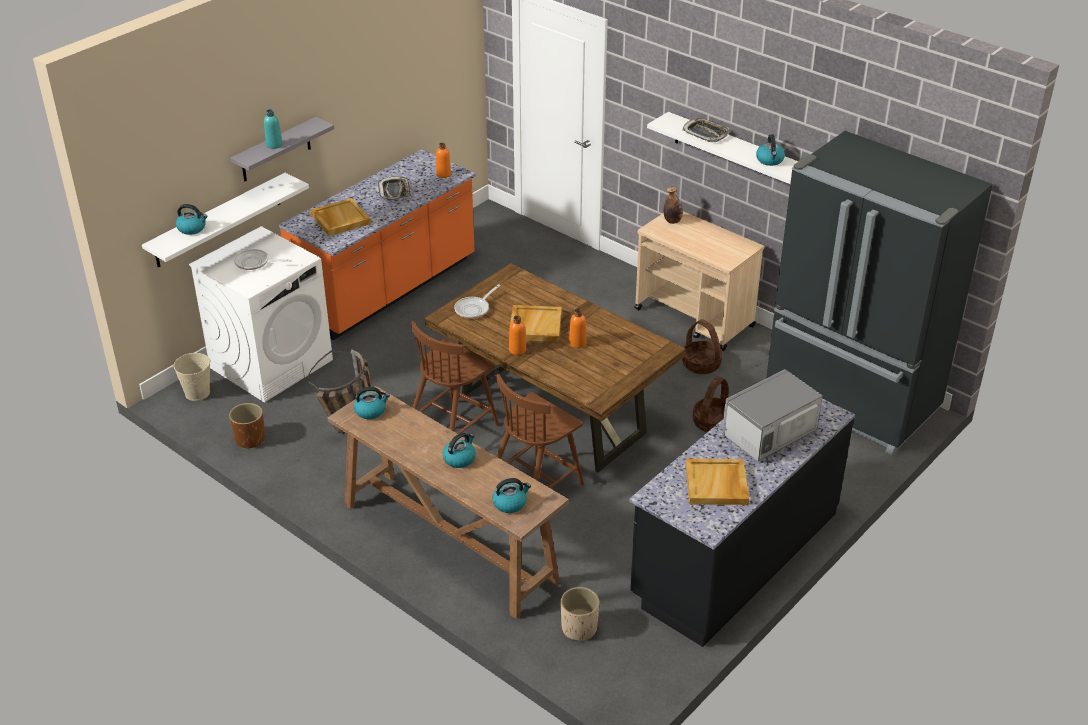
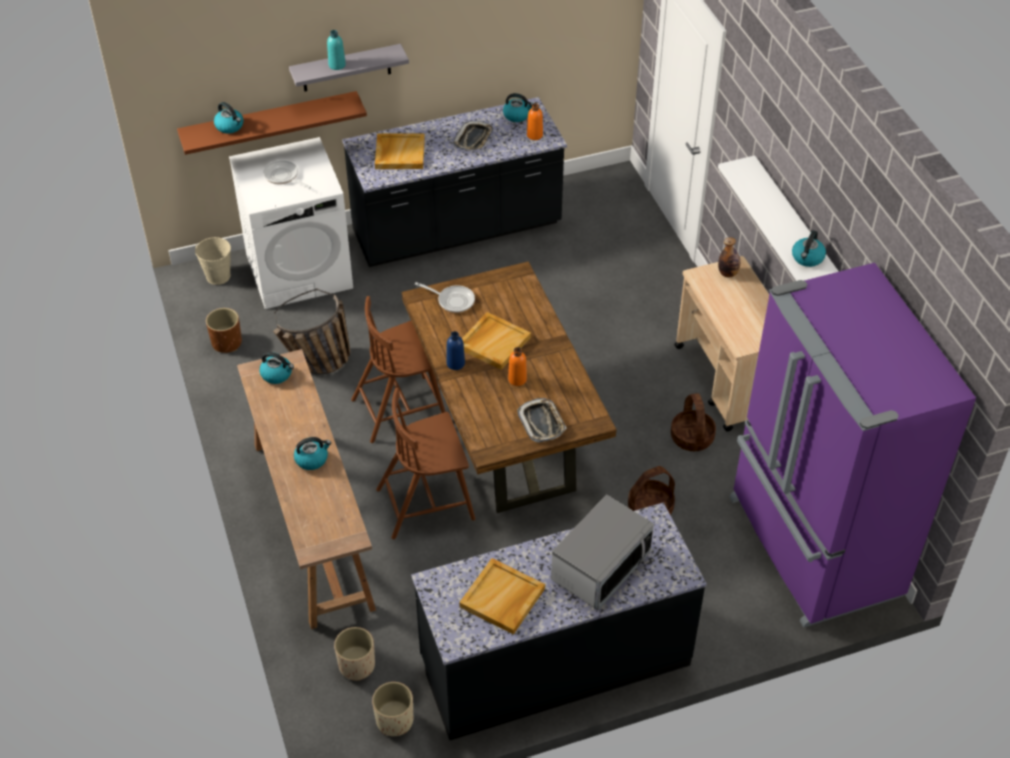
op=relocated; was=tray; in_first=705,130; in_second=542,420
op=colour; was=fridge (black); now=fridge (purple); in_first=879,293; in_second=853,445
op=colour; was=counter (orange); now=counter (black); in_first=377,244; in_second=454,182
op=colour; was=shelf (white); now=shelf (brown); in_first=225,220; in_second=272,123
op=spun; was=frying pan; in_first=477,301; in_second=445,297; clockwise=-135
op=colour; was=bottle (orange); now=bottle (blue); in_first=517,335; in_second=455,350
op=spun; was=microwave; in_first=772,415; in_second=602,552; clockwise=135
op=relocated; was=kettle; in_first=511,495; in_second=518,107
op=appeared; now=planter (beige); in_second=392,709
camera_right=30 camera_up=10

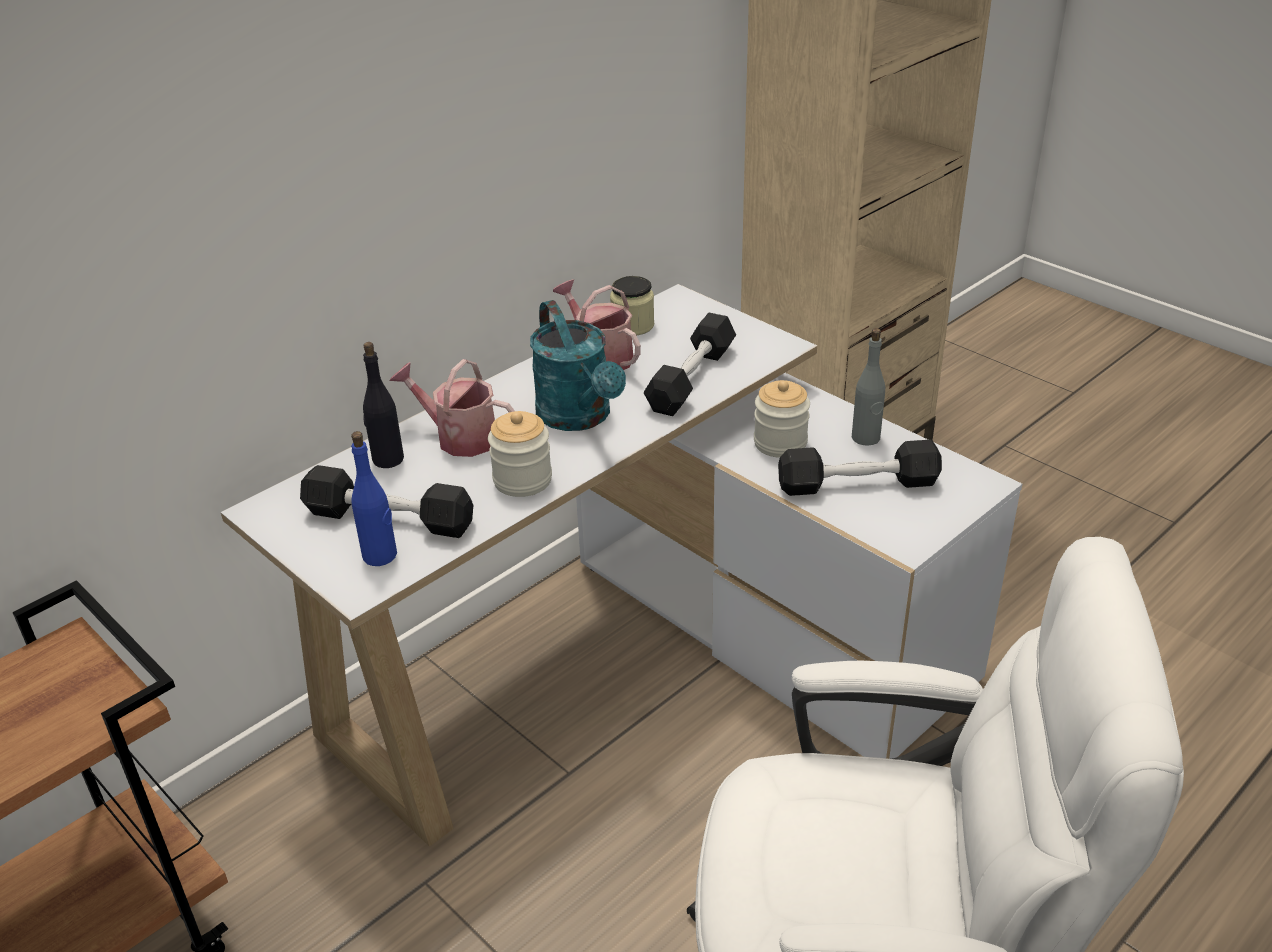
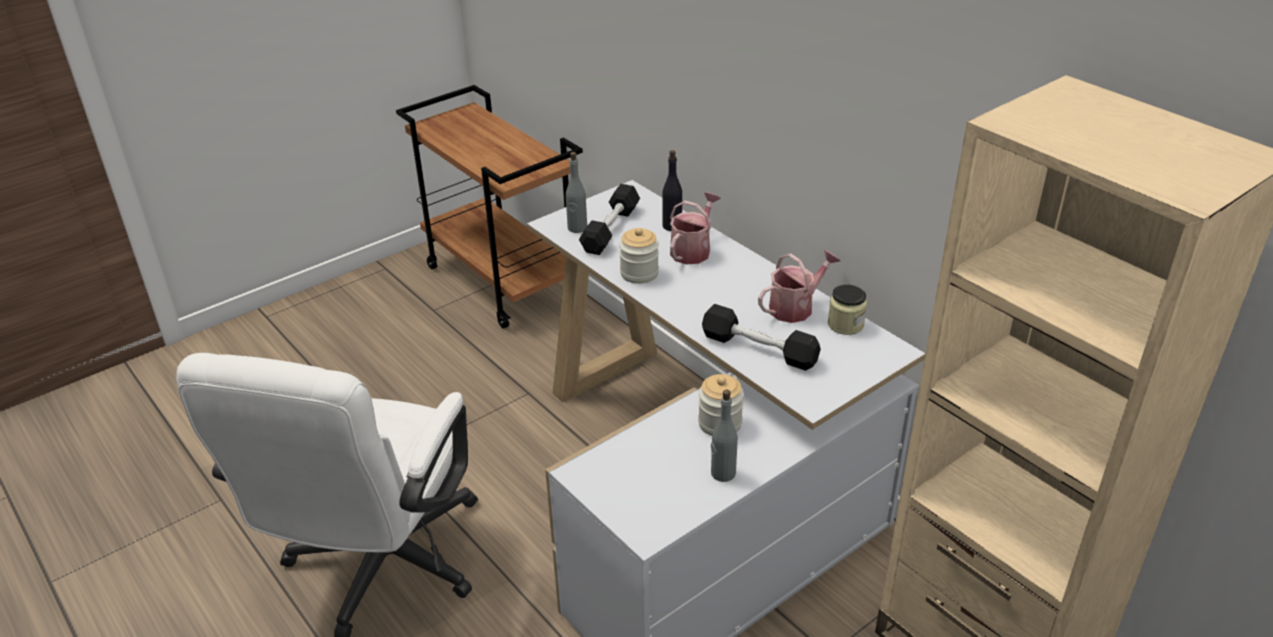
op=missing; was=watering can (turquoise); in_first=578,365
op=colour; was=bottle (blue); now=bottle (grey); in_first=374,498; in_second=576,192
op=missing; was=dumbbell (black); in_first=860,468
camera_right=95 camera_up=0

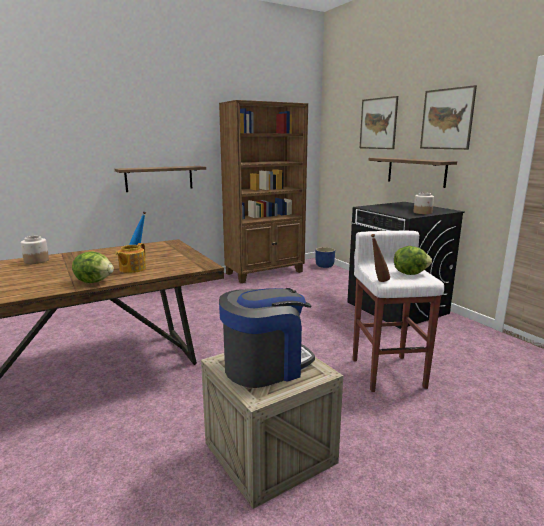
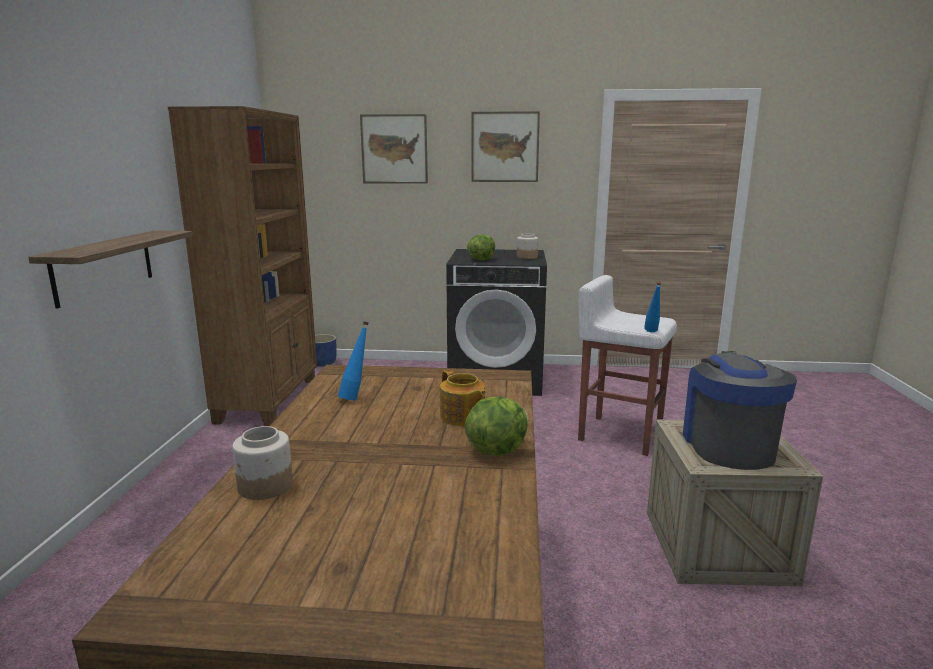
op=missing; was=shelf; in_first=412,172
op=colour; was=bottle (brown); now=bottle (blue); in_first=380,258; in_second=652,306
op=relocated; was=lettuce; in_first=413,260; in_second=481,247
camera_right=-55 camera_up=0

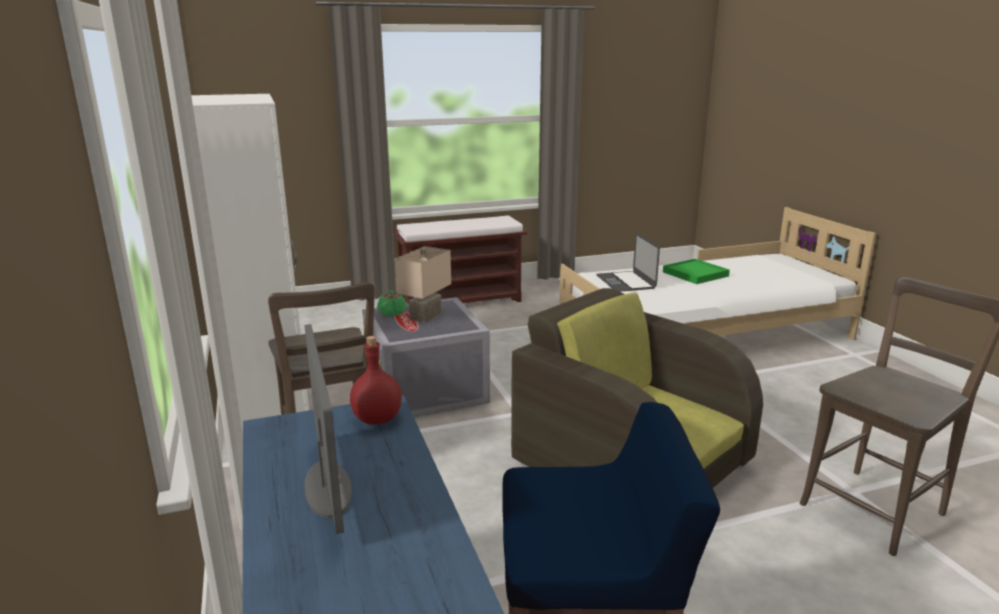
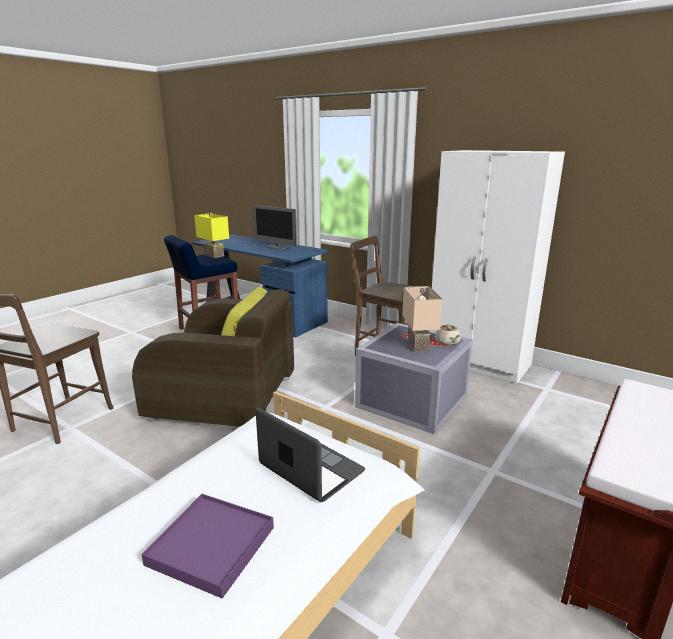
op=colour; was=tray (green); now=tray (purple); in_first=696,271; in_second=207,546
op=colour; was=teapot (green); now=teapot (beige); in_first=392,303; in_second=447,335
op=missing; was=bottle (red); in_first=376,380
op=appeared; now=table lamp (yellow); in_second=211,235
camera_right=145 camera_up=0

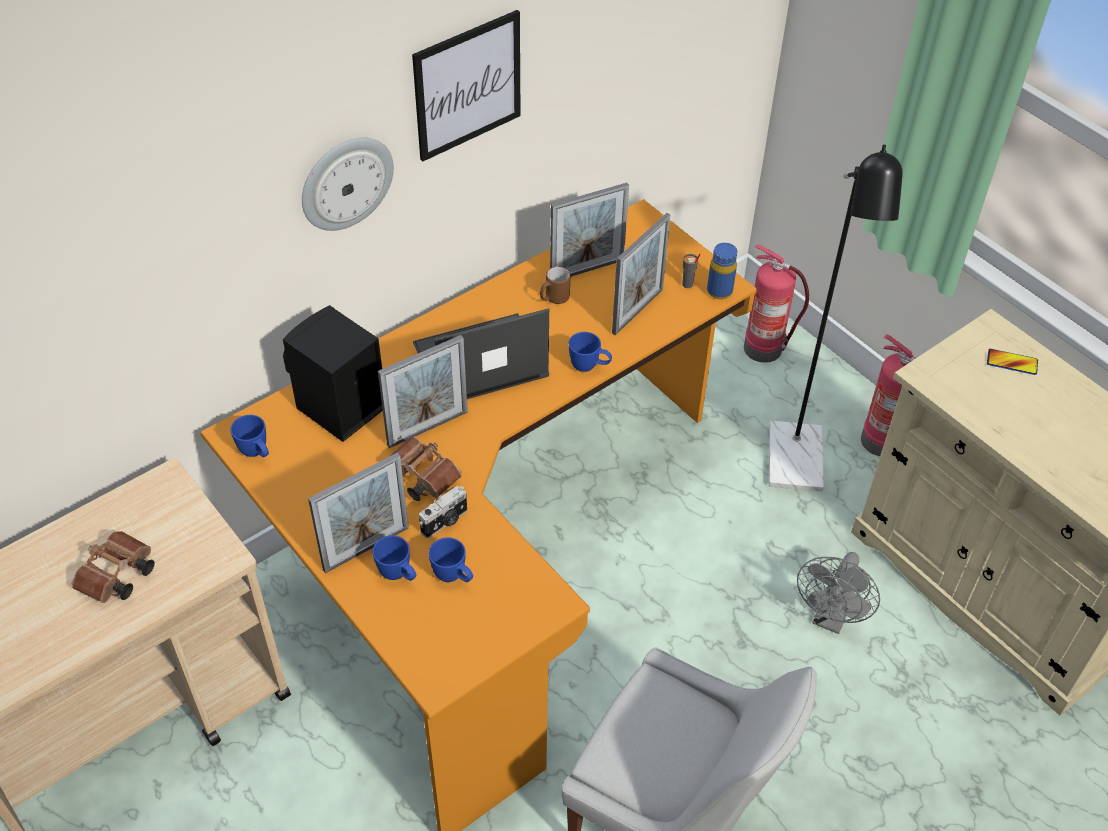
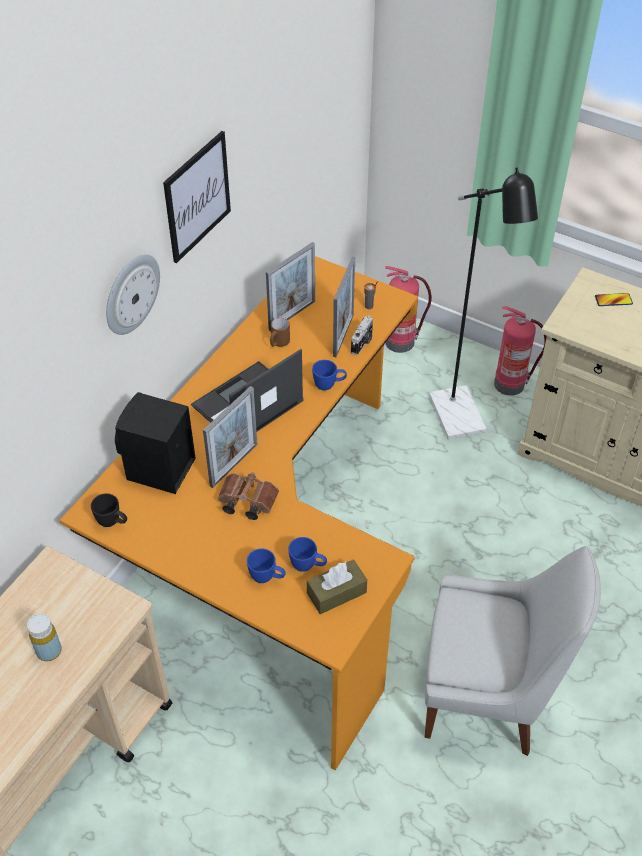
op=missing; was=bottle (blue); in_first=722,271
op=colour; was=mug (blue); now=mug (black); in_first=249,436; in_second=109,510
op=missing; was=picture frame; in_first=358,512
op=relocated; was=photo camera; in_first=443,511; in_second=362,335
op=exchanged; was=binoculars (brown); now=bottle (yellow); in_first=113,567; in_second=44,637
op=missing; was=fan (grey); in_first=838,593
op=appeared; now=tissue box (brown); in_second=337,587
camera_right=-20 camera_up=0

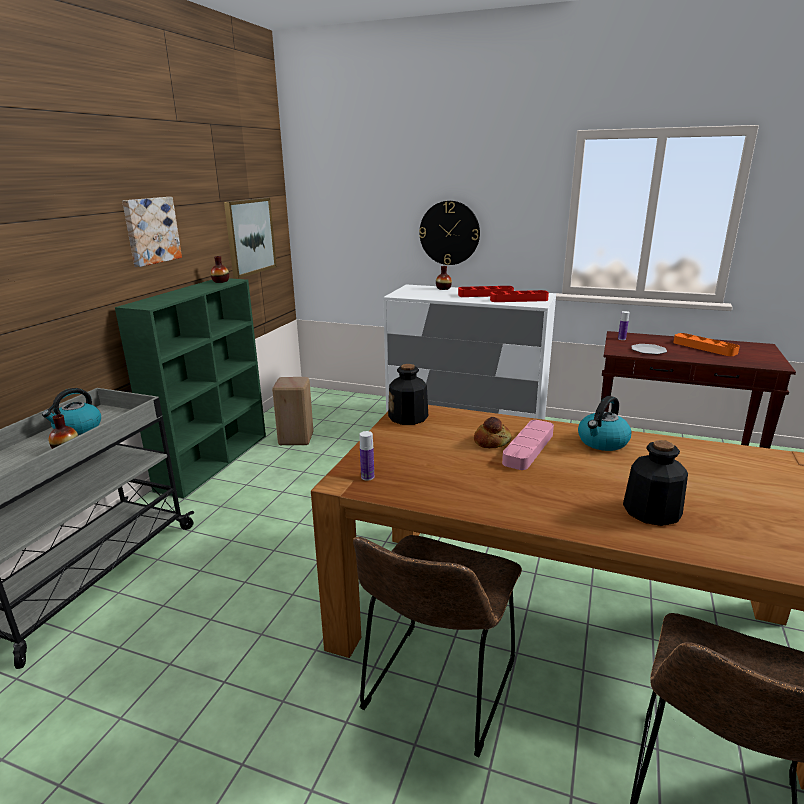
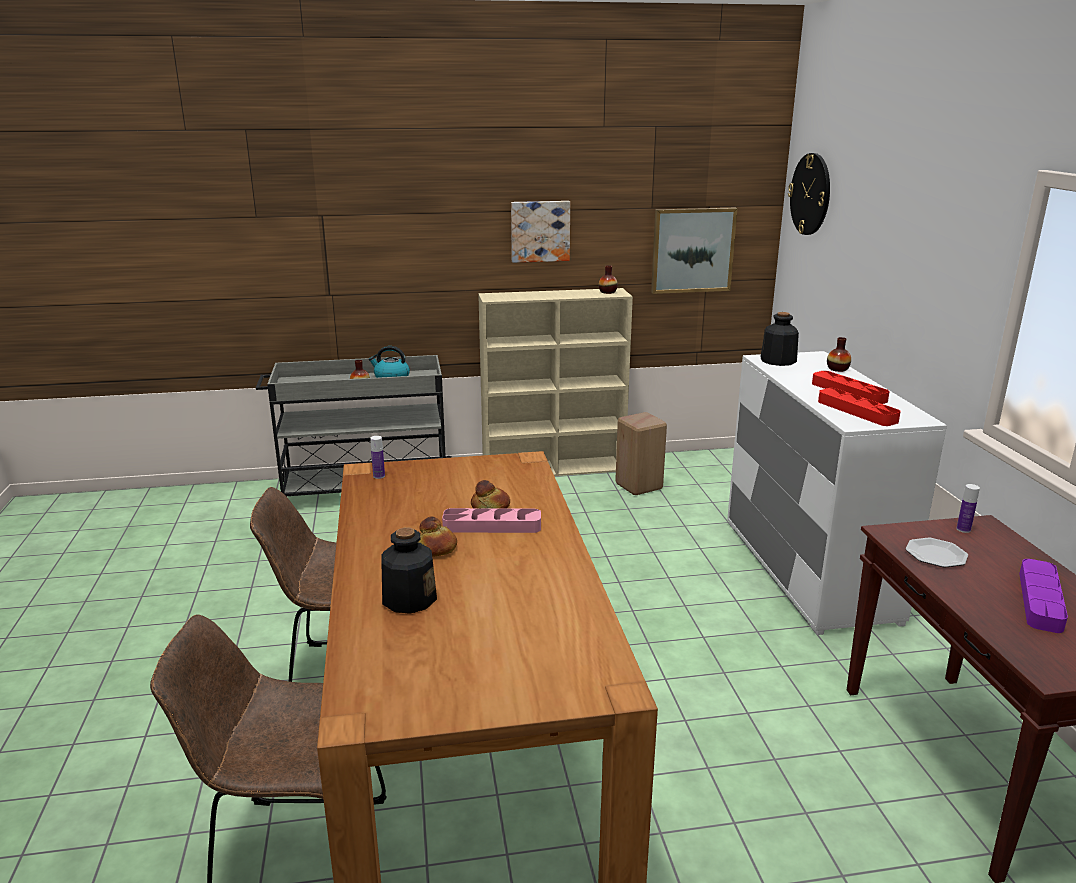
op=relocated; was=wall clock; in_first=449,233; in_second=809,194
op=colour; was=bookcase (green); now=bookcase (beige); in_first=190,388; in_second=555,382
op=colour; was=tray (orange); now=tray (purple); in_first=706,344; in_second=1043,596
op=relocated; was=bottle; in_first=408,394; in_second=779,339
op=missing; was=kettle; in_first=604,423
op=appeared; now=bread; in_second=437,536
camera_right=60 camera_up=0

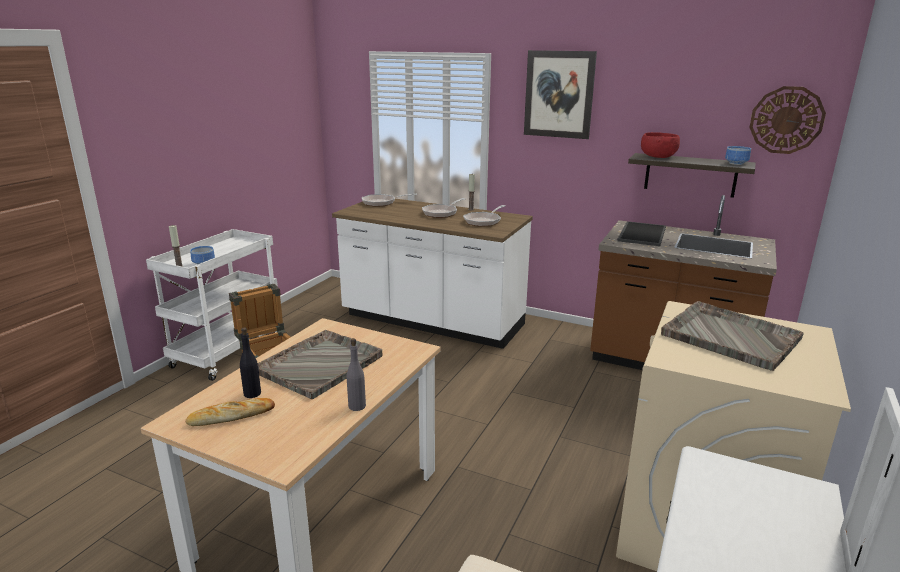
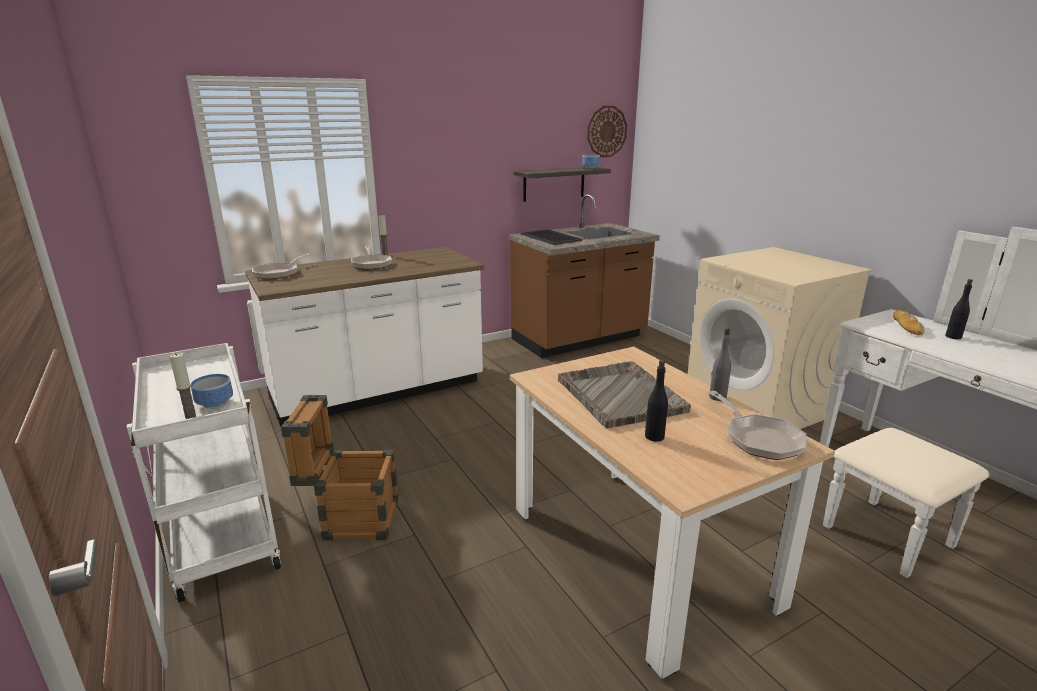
op=missing; was=picture; in_first=560,94
op=missing; was=bowl (red); in_first=660,145
op=relocated; was=frying pan; in_first=484,216; in_second=758,425
op=missing; was=tray (grey); in_first=732,336
op=relocated; was=bread; in_first=230,412; in_second=908,322
op=appeared; now=bottle (black); in_second=959,309
camera_right=-55 camera_up=0

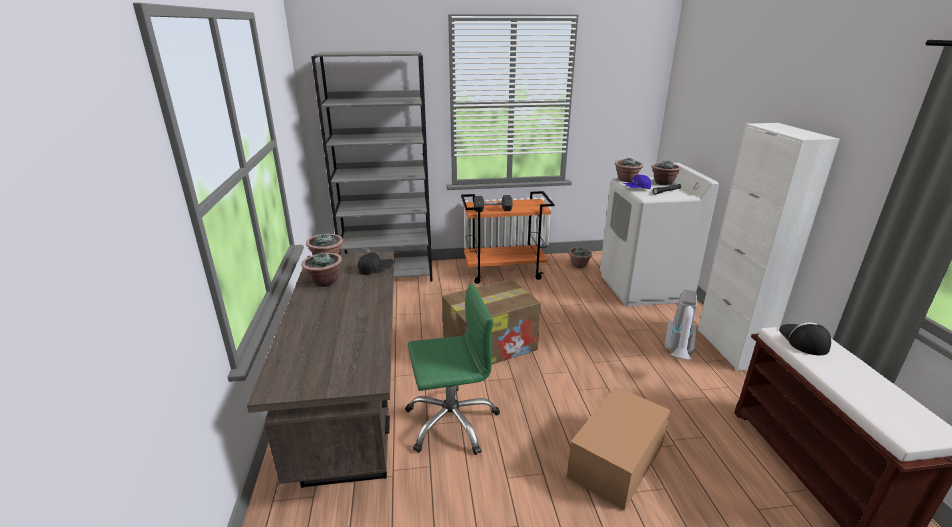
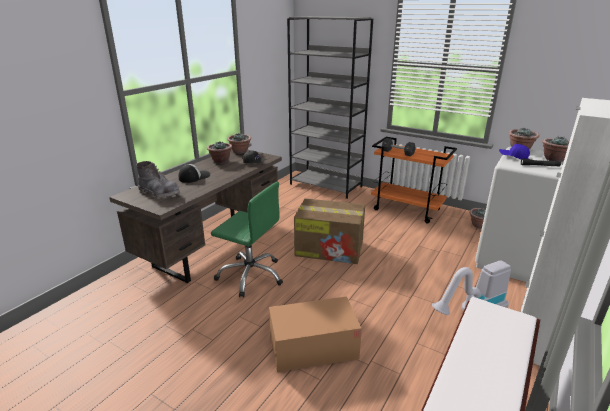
op=relocated; was=cap; in_first=805,338; in_second=195,173
op=appeared; now=boot (grey); in_second=158,180
camera_right=40 camera_up=0

